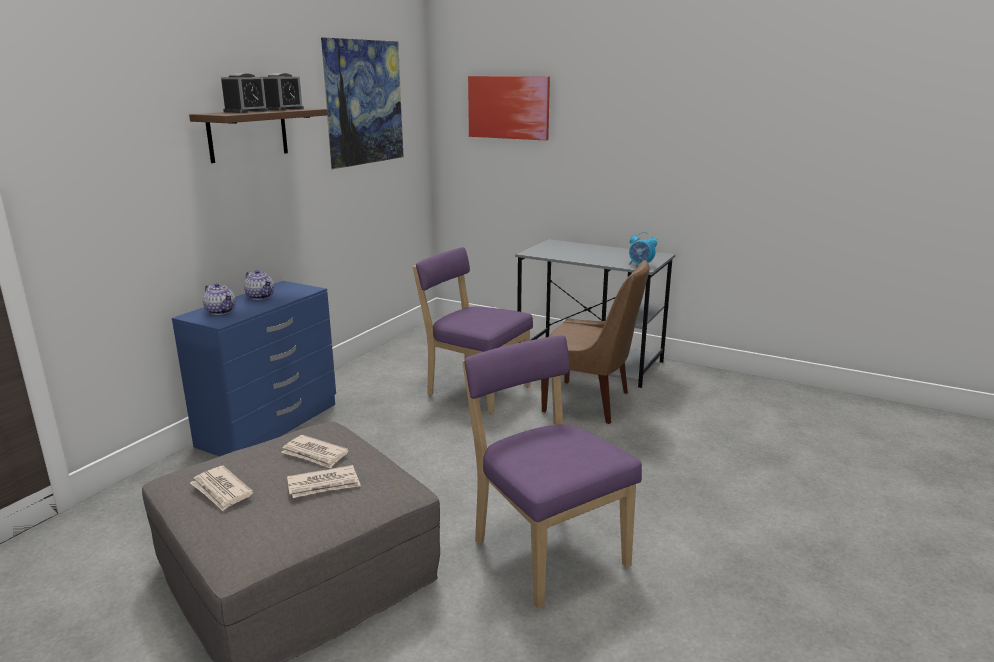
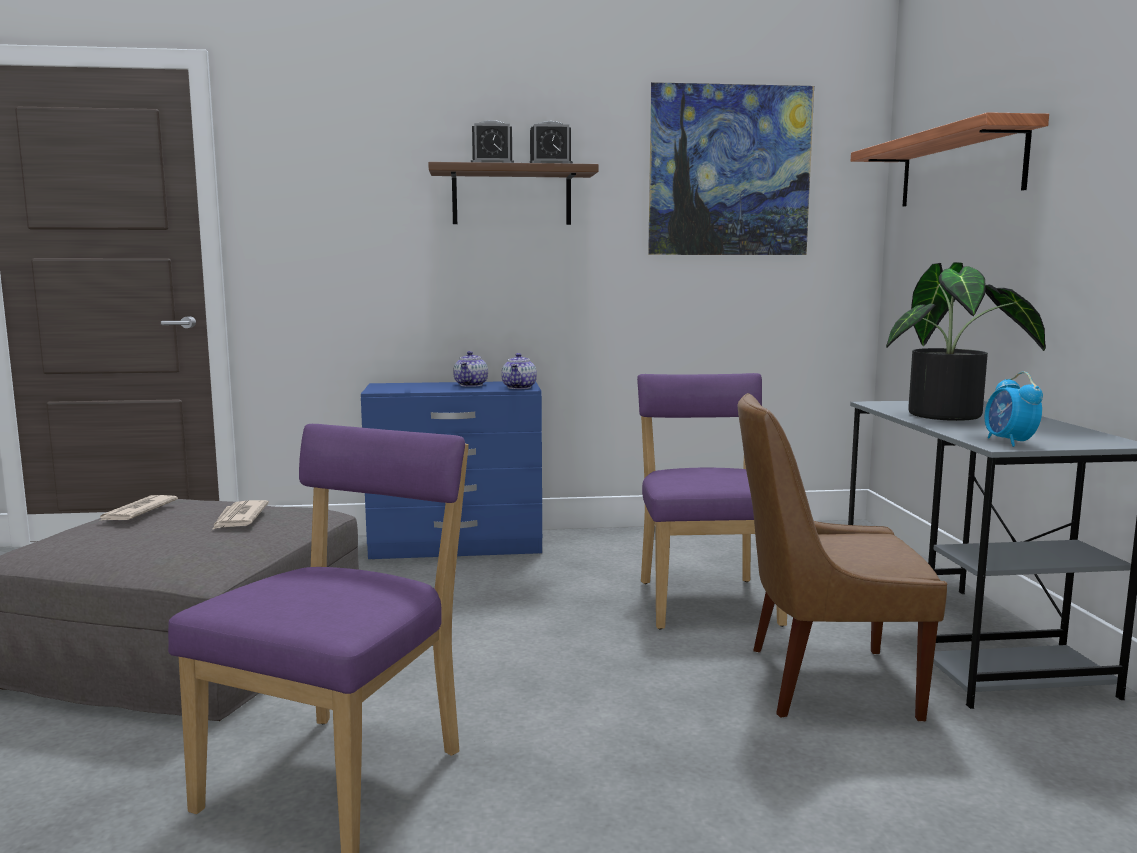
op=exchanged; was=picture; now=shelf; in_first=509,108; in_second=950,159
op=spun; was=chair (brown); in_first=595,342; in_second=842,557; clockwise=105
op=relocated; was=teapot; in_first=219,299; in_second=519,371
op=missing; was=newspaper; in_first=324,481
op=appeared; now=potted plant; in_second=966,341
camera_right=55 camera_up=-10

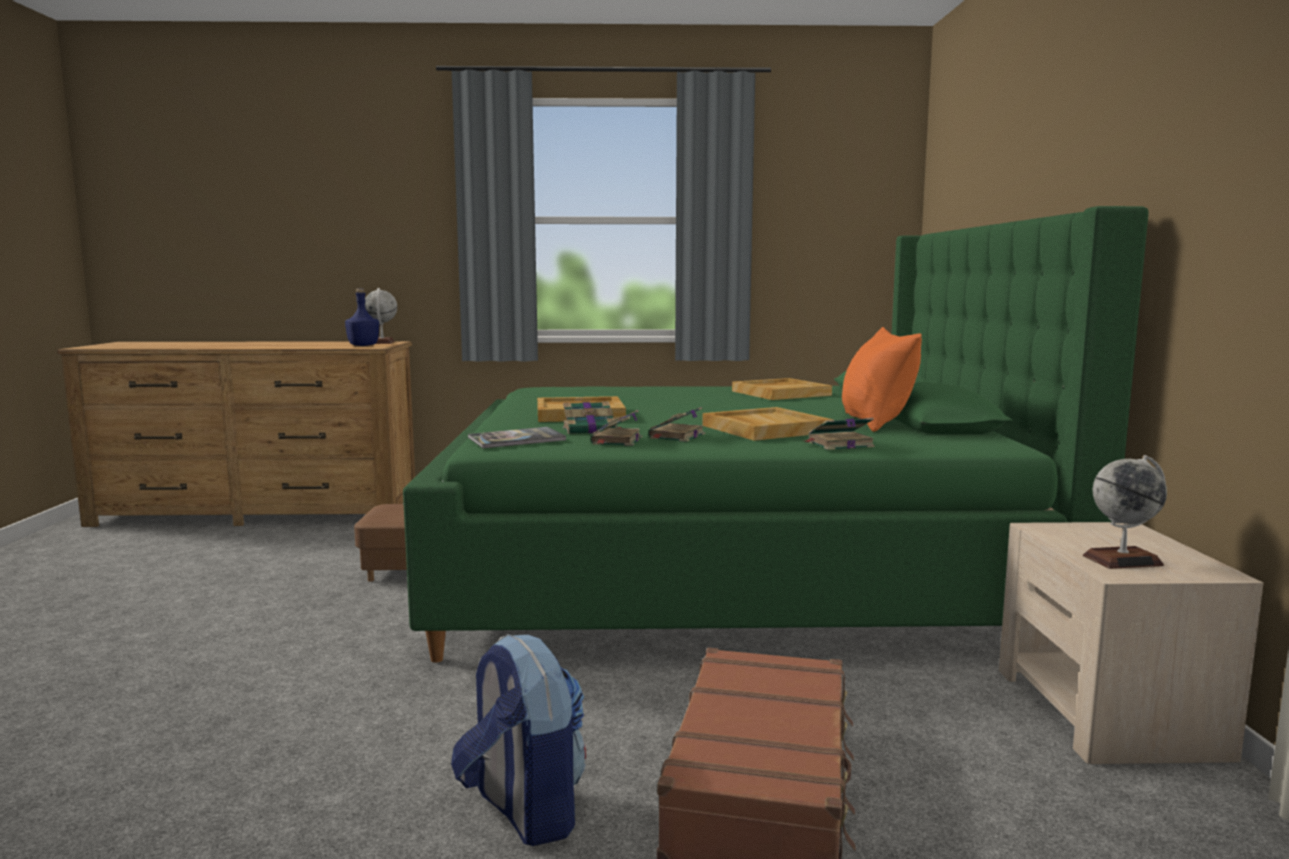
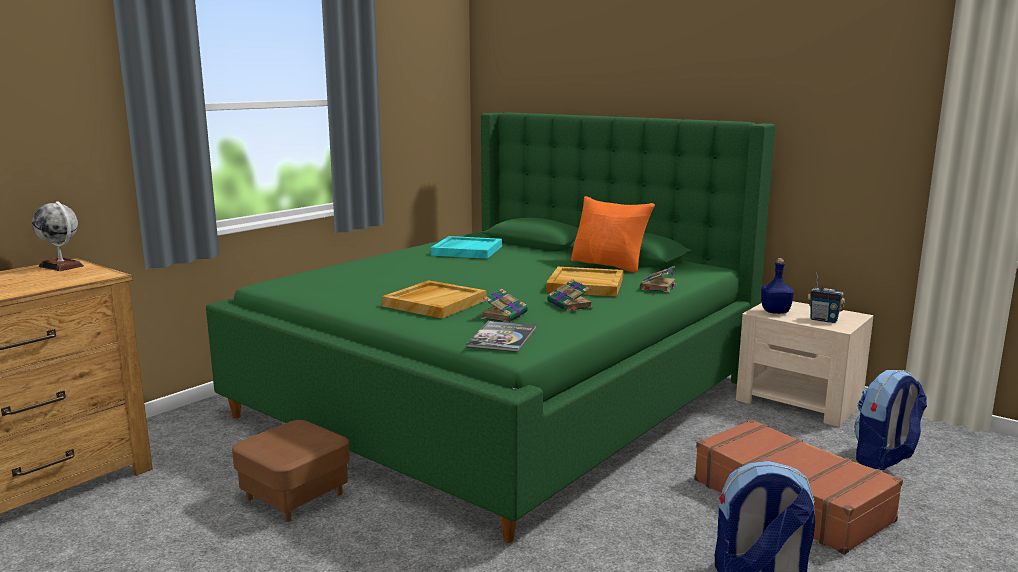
op=relocated; was=bottle (blue); in_first=362,317; in_second=777,286
op=colour; was=tray (beige); now=tray (turquoise); in_first=782,389; in_second=466,247
op=missing; was=book; in_first=616,428
op=exchanged; was=globe; now=radio; in_first=1125,512; in_second=826,298
op=appeared; now=backpack; in_second=890,420
camera_right=-50 camera_up=5

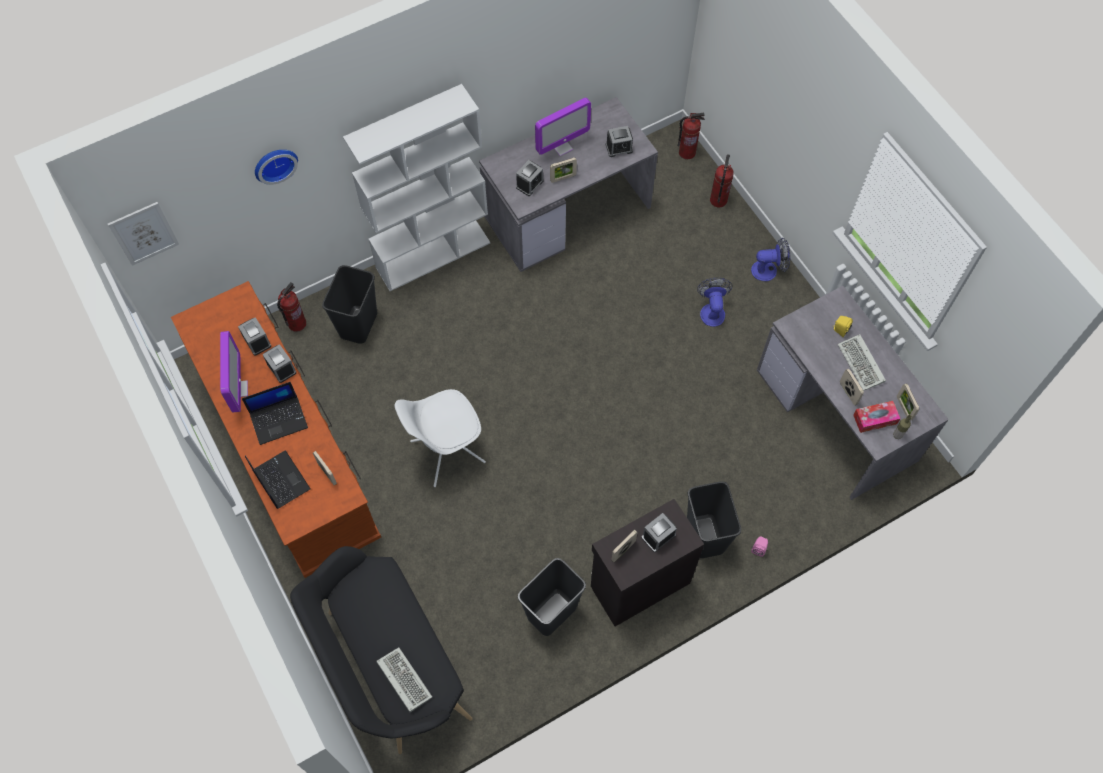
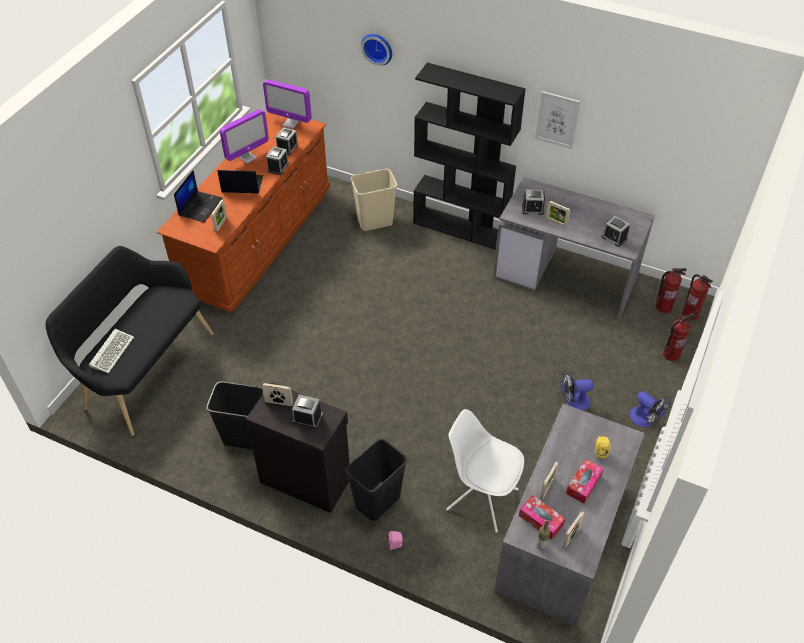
op=colour; was=bookcase (white); now=bookcase (black); in_first=416,187; in_second=469,156
op=relocated; was=monitor; in_first=563,127; in_second=287,104
op=relocated; was=picture; in_first=143,234; in_second=558,120
op=colour; was=trash can (black); now=trash can (beige); in_first=349,304; in_second=374,200
op=spun; was=fan; in_first=714,302; in_second=577,391; clockwise=-150
op=relocated; was=fire extinguisher; in_first=291,307; in_second=671,290
op=exchanged; was=keyboard; now=tissue box; in_first=862,362; in_second=585,481
op=spun; was=laptop; in_first=275,413; in_second=240,181; clockwise=150
op=relocated; was=chair (white); in_first=440,438; in_second=485,471
camera_right=55 camera_up=-15

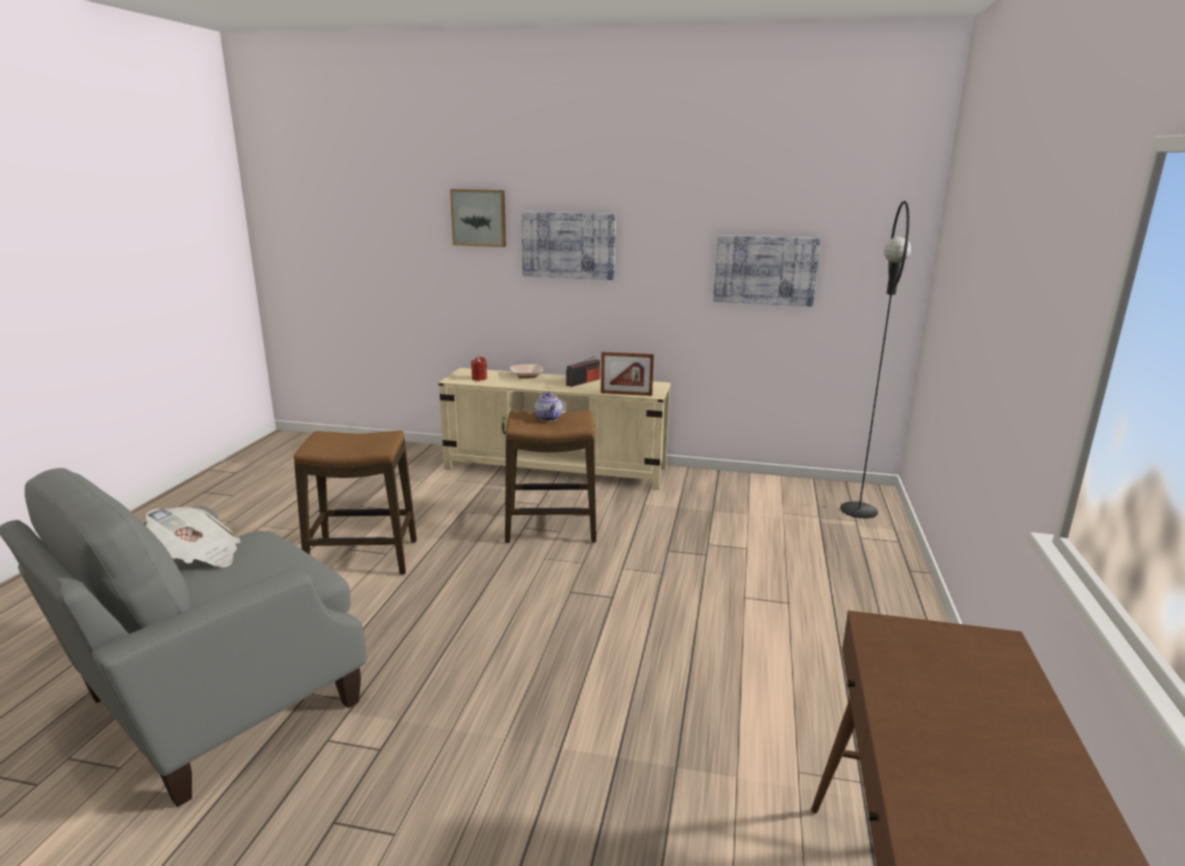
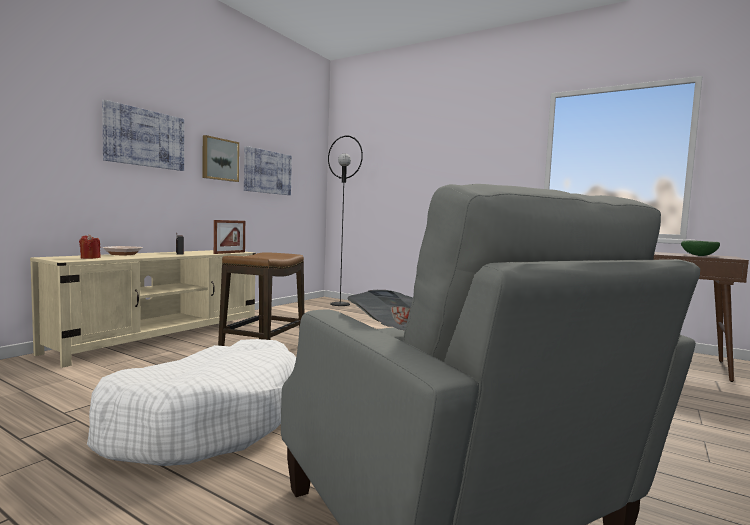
op=relocated; was=picture; in_first=478,218; in_second=221,158
op=missing; was=teapot; in_first=549,406
op=exchanged; was=stool; now=dog bed (white); in_first=355,503; in_second=191,402
op=appeared; now=bowl (green); in_second=700,248
camera_right=-70 camera_up=-15

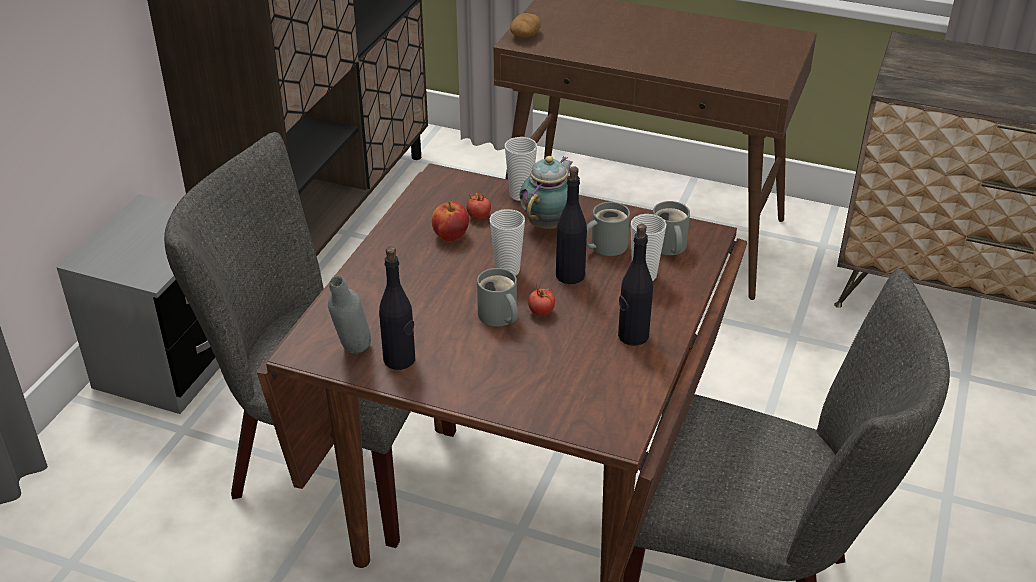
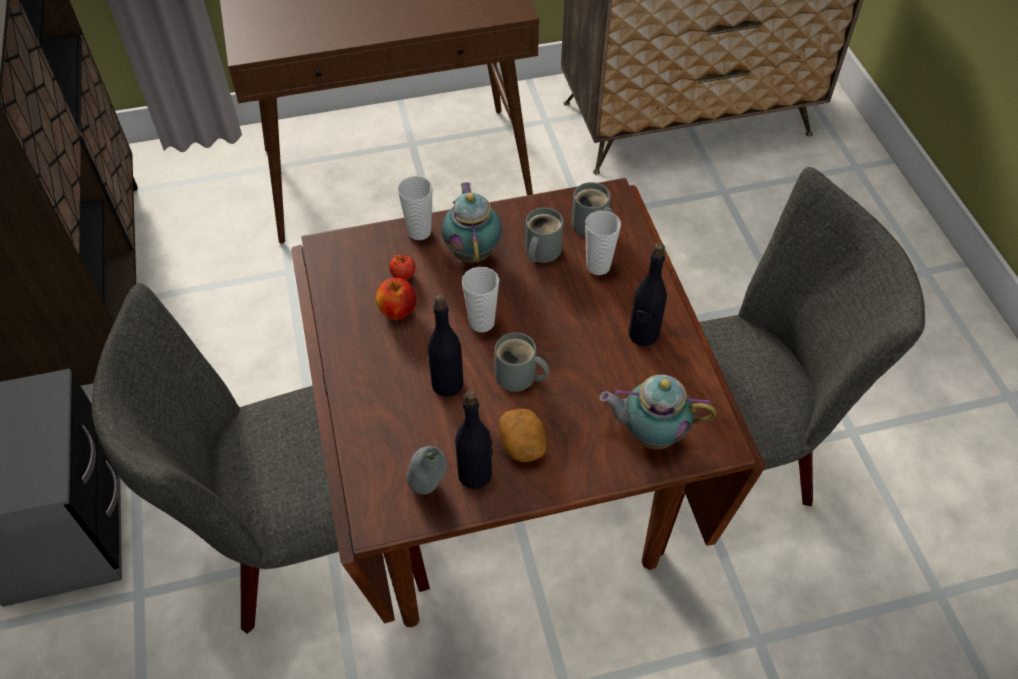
op=relocated; was=potato; in_first=525,25; in_second=522,435
op=relocated; was=bottle (black); in_first=571,225; in_second=446,346
op=missing; was=tomato; in_first=541,299
op=appeared; now=teapot; in_second=657,412
camera_right=-35 camera_up=15

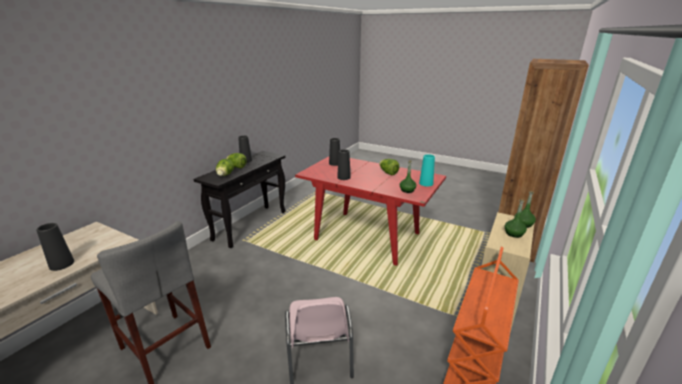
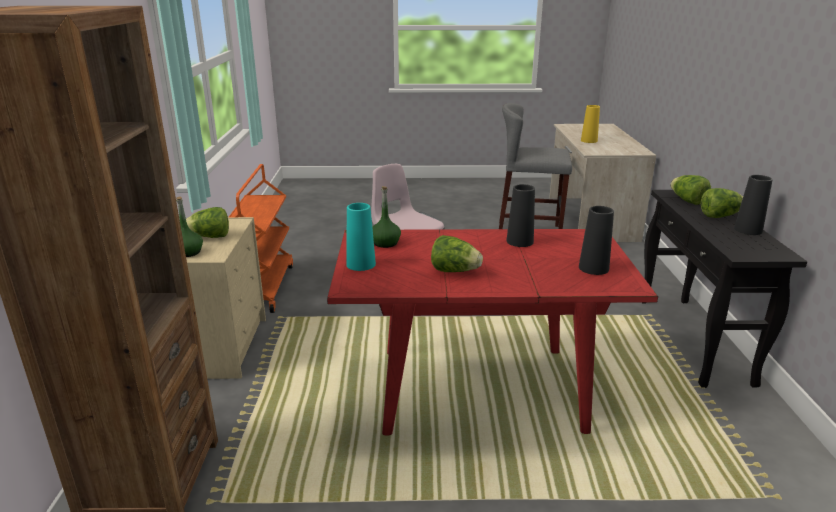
op=exchanged; was=bottle (green); now=lettuce; in_first=516,218; in_second=207,222
op=colour; was=vase (black); now=vase (yellow); in_first=55,247; in_second=590,124
camera_right=150 camera_up=0

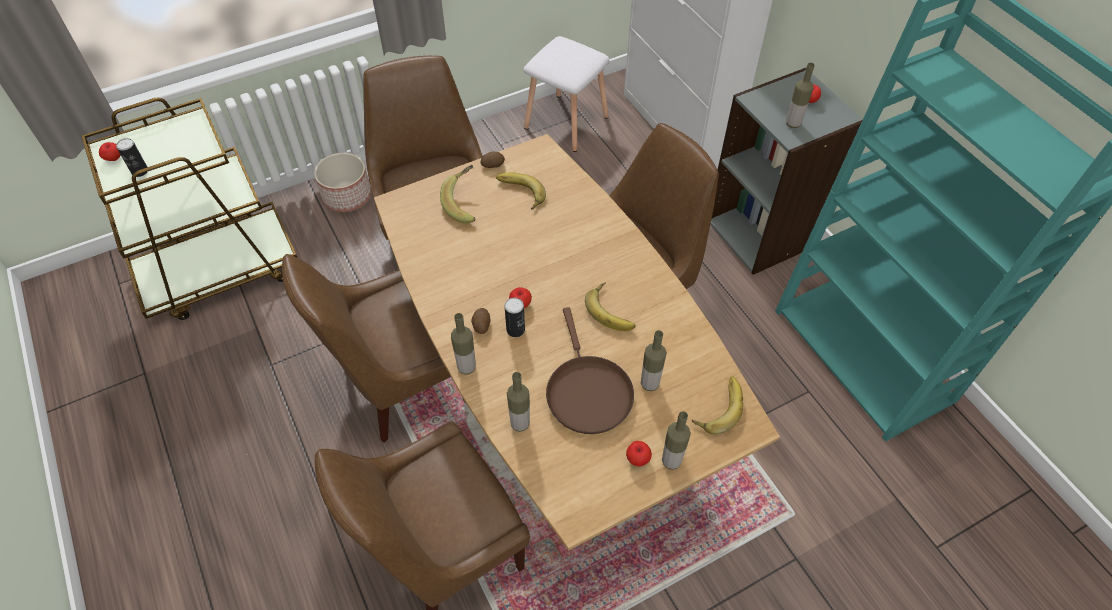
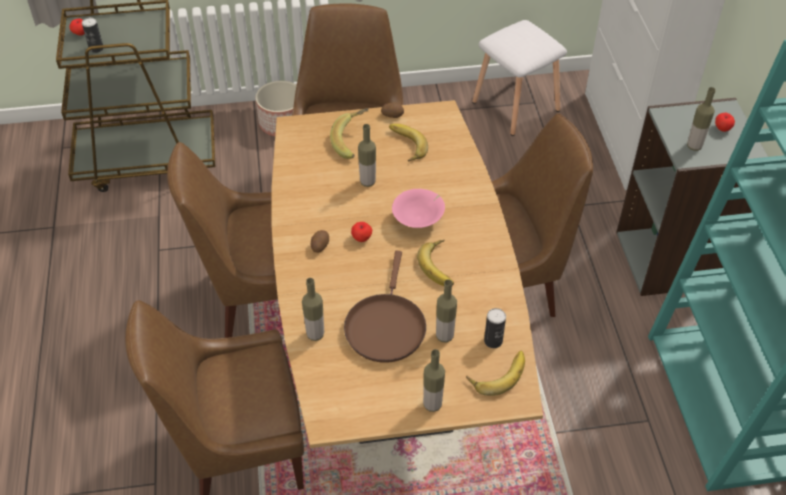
op=relocated; was=can; in_first=514,317; in_second=495,328
op=relocated; was=bottle; in_first=463,344; in_second=367,155
op=missing; was=apple; in_first=639,453
op=appeared; now=bowl (pink); in_second=418,208
camera_right=20 camera_up=-5

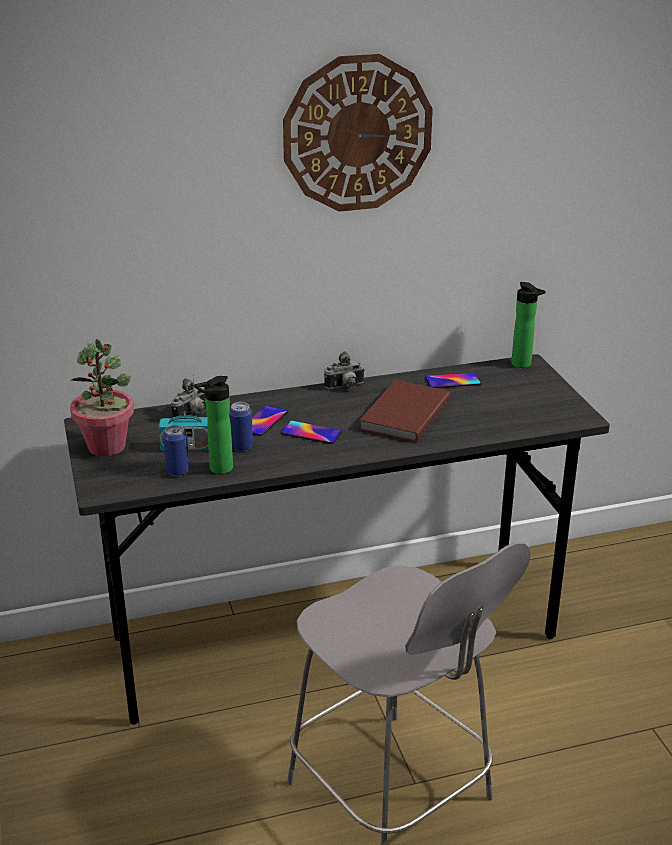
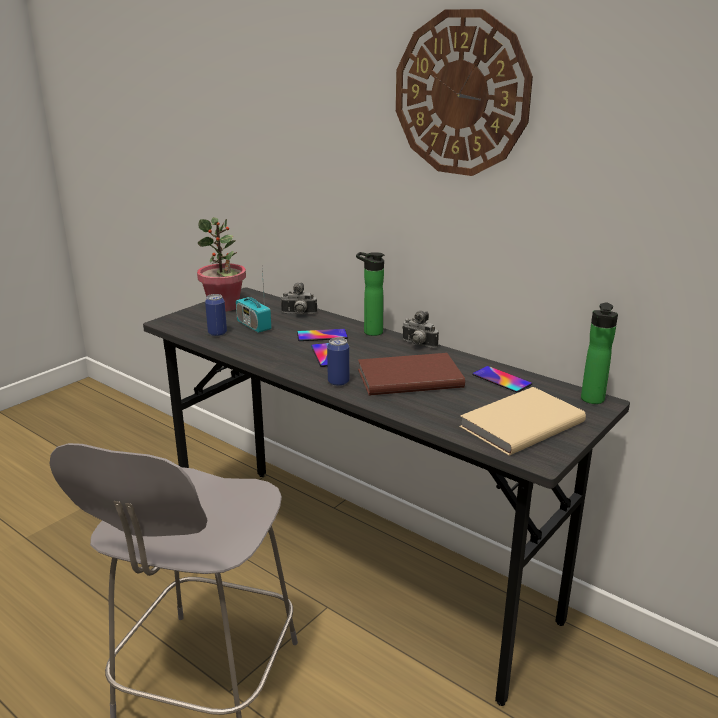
op=relocated; was=bottle; in_first=213,425; in_second=370,294
op=relocated; was=can; in_first=241,426; in_second=338,361
op=appeared; now=book (beige); in_second=522,421
camera_right=55 camera_up=-5

